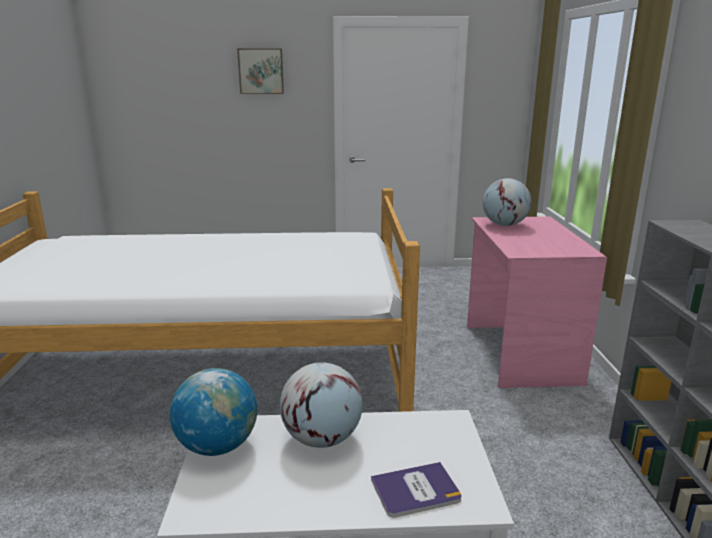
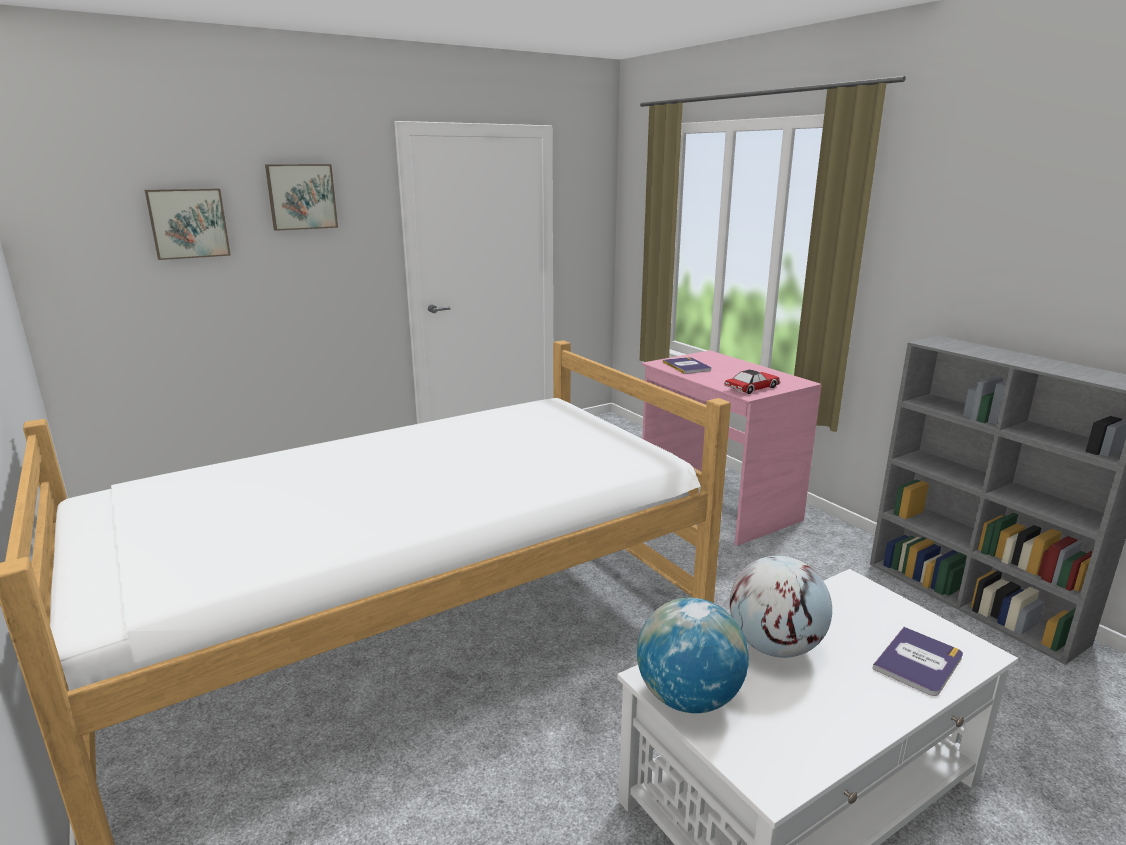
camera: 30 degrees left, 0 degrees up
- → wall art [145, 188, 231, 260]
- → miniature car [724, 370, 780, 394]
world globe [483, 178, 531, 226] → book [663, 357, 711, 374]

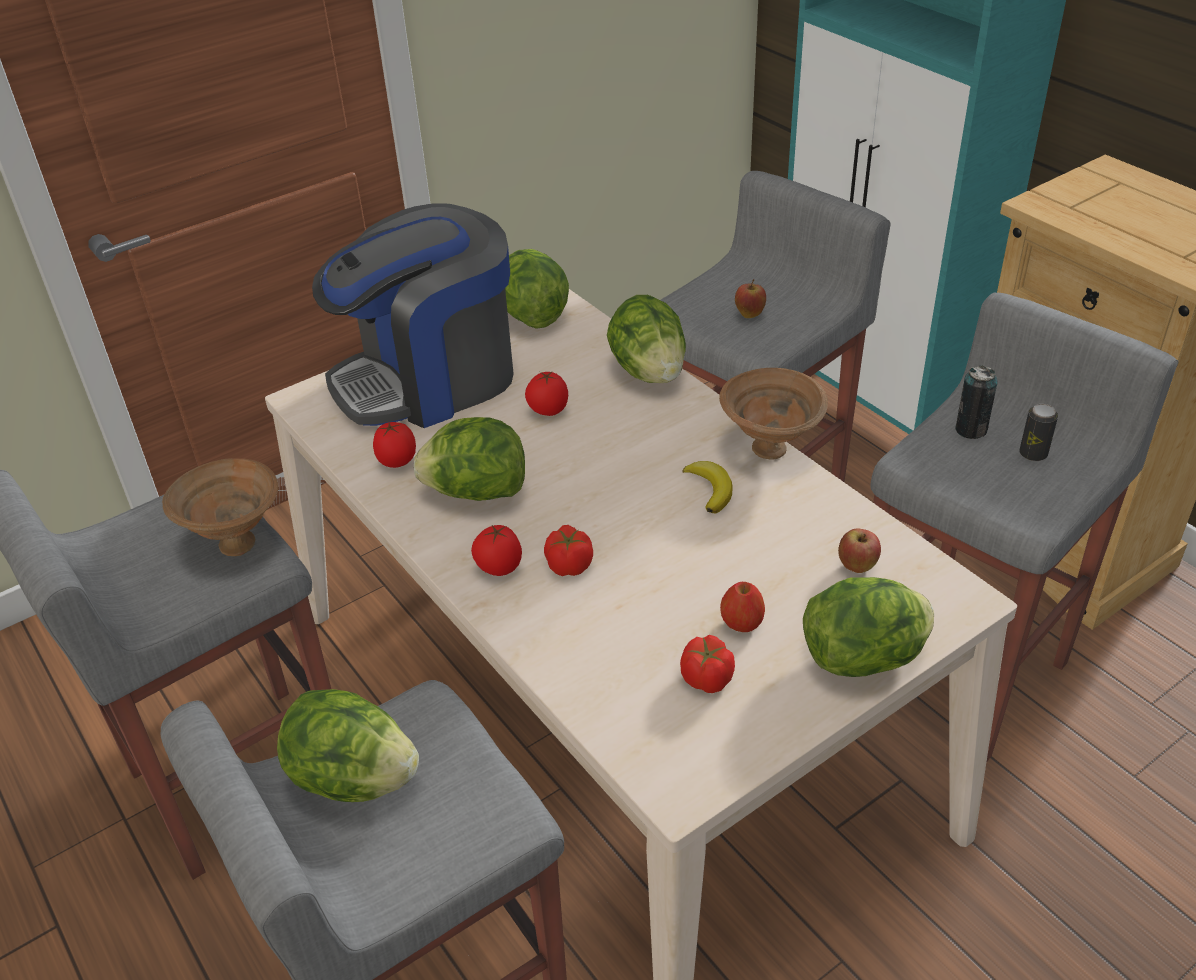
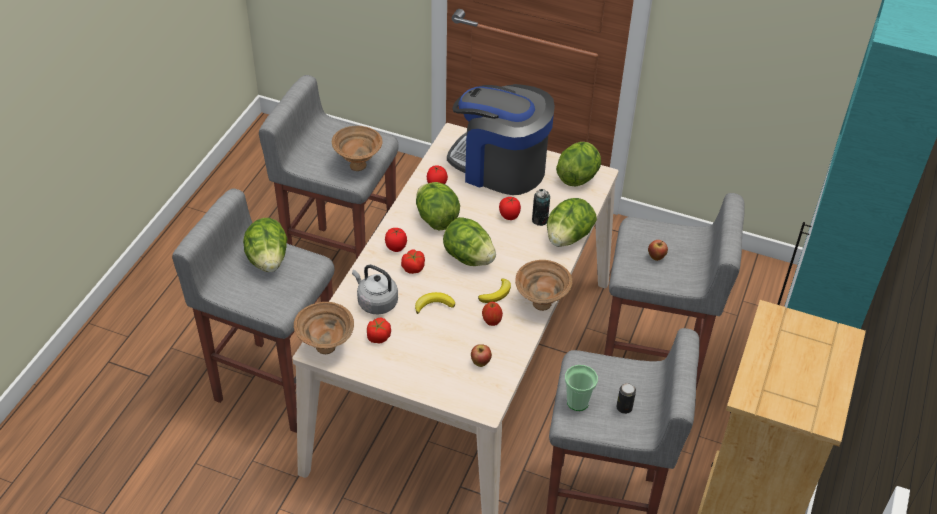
camera: 55 degrees right, 5 degrees up
- → brown-coloured bowl [294, 302, 354, 354]
- → greyish tea kettle [352, 265, 398, 315]
- → banana [415, 292, 455, 314]
- → cup [565, 365, 598, 411]
whole apple [720, 582, 765, 632] → whole apple [482, 302, 503, 326], move
lettuce [803, 577, 934, 677] → lettuce [443, 217, 496, 266], move
sealed can [955, 365, 998, 439] → sealed can [532, 189, 550, 226], move

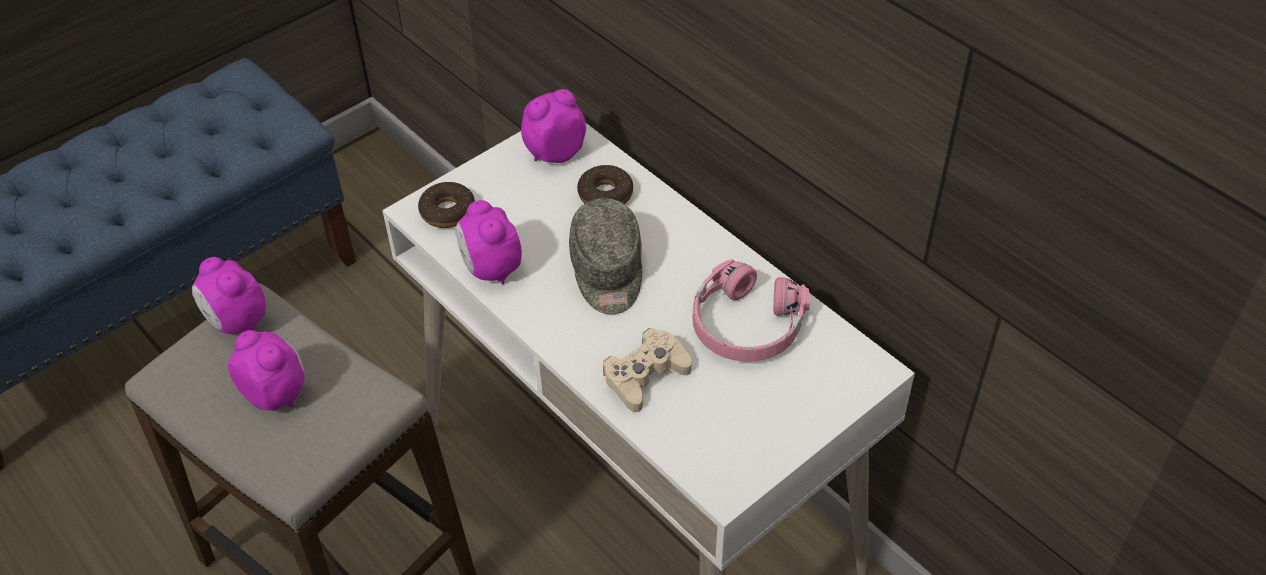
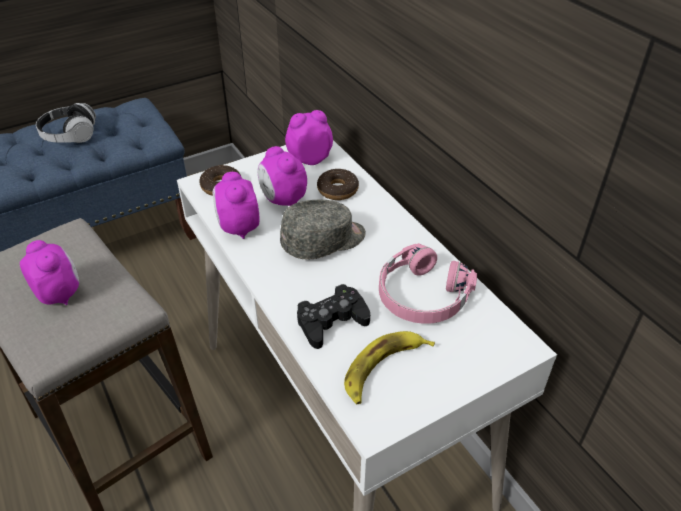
camera: 10 degrees right, 5 degrees down
- → headset [36, 103, 96, 143]
- → banana [344, 331, 435, 405]
alarm clock [192, 257, 266, 334] → alarm clock [258, 146, 307, 206], move
beige game controller [603, 328, 692, 412] → black game controller [297, 284, 370, 349]
greyish baseball cap [569, 198, 642, 314] → greyish baseball cap [280, 200, 366, 260], 120 degrees counterclockwise

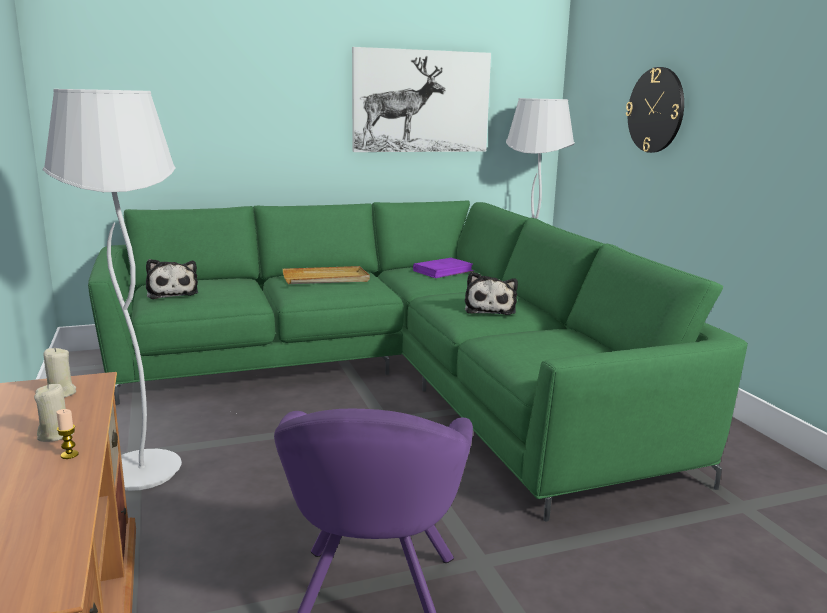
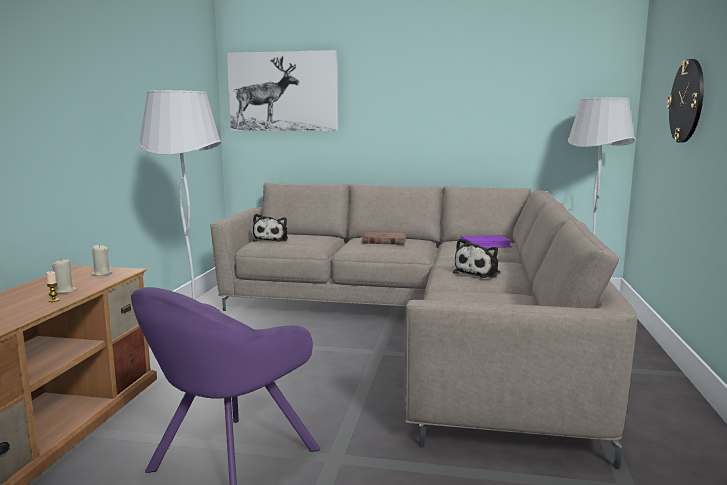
camera: 30 degrees right, 5 degrees down
wall art [352, 47, 491, 152] → wall art [227, 50, 338, 131], move
beige tray [283, 266, 370, 284] → brown-coloured book [362, 232, 407, 245]
green settee [88, 201, 748, 522] → beige settee [210, 182, 637, 469]

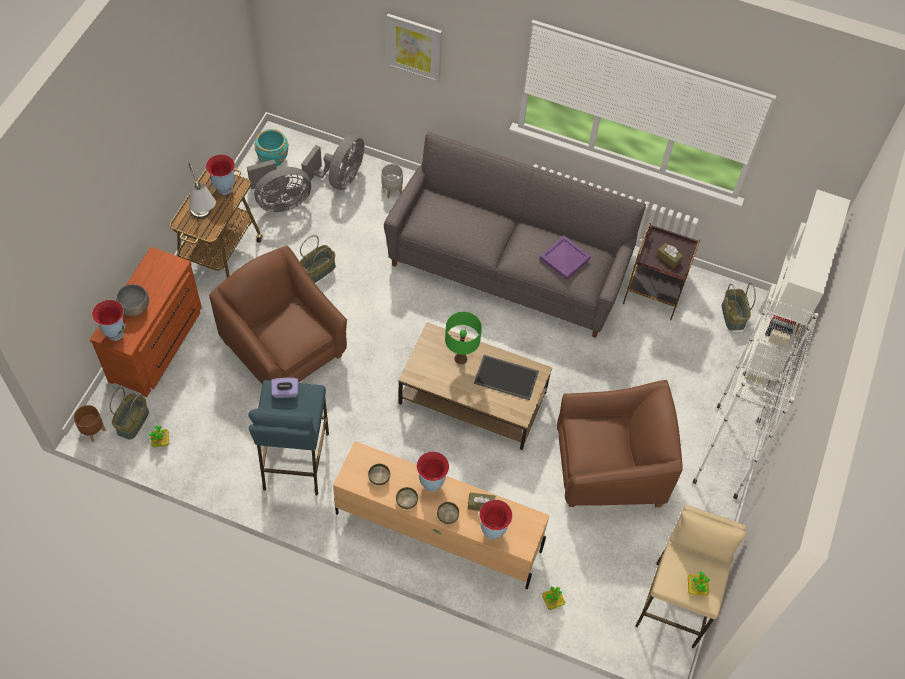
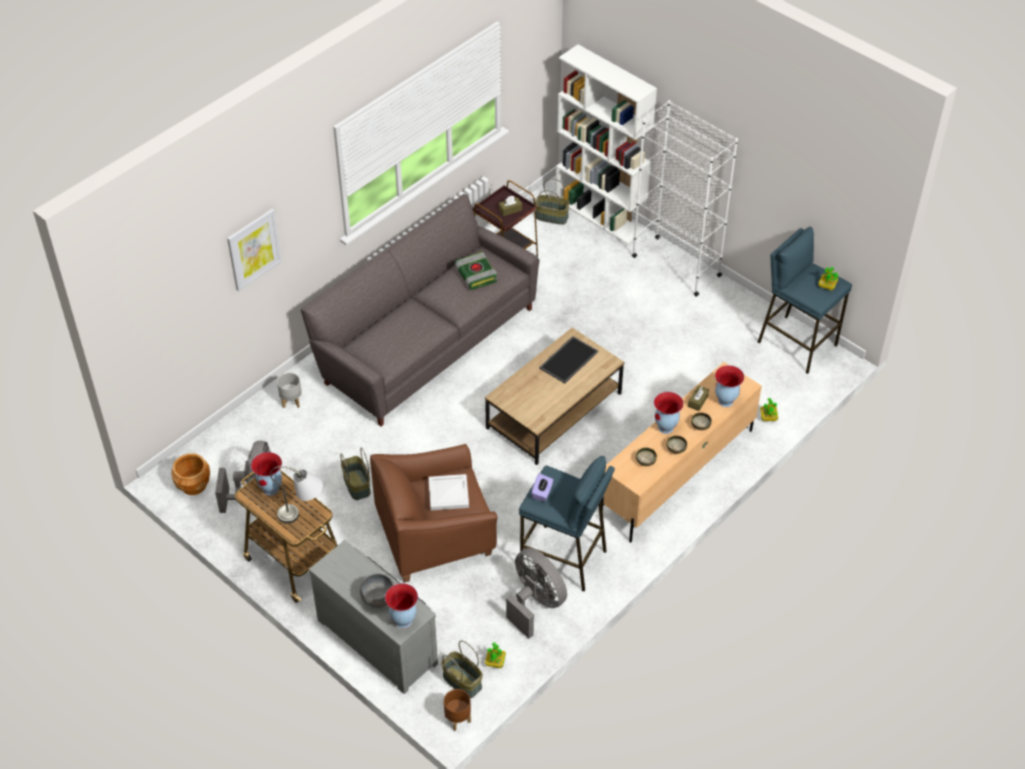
camera: 65 degrees left, 10 degrees down
green lamp for a table [445, 312, 482, 365] → -
brown-coloured easy chair [557, 380, 683, 507] → -
- → white-coloured tray [428, 474, 469, 510]
greyish electric fan [301, 135, 364, 190] → greyish electric fan [506, 548, 567, 639], move
purplish tray [540, 236, 591, 280] → book [455, 252, 497, 290]
brown-coloured drawer chest [90, 247, 202, 397] → greyish drawer chest [309, 540, 438, 694]
turquoise planter [255, 129, 288, 166] → brown-coloured planter [171, 453, 210, 495]
beige stool [635, 504, 747, 648] → blue-coloured stool [758, 227, 852, 374]

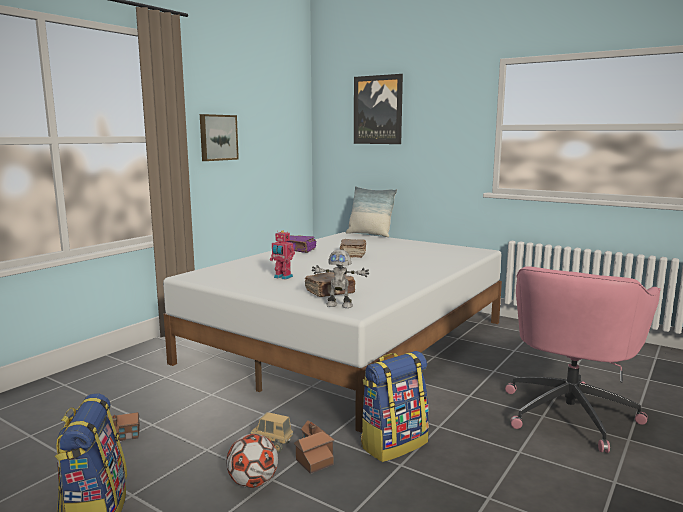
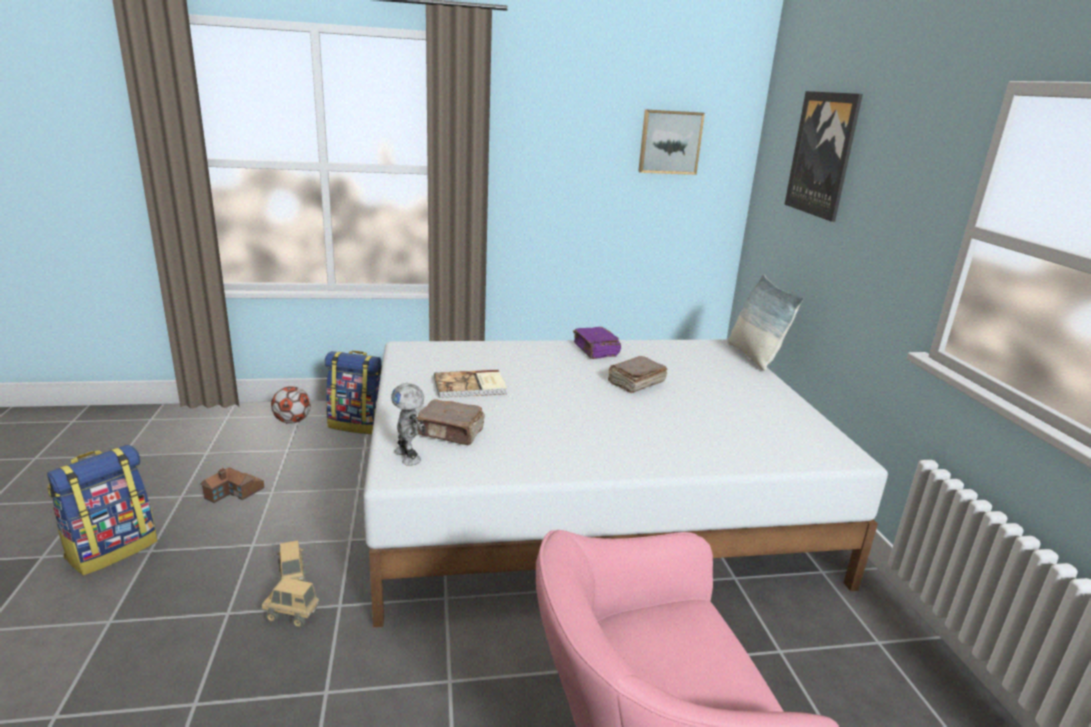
camera: 45 degrees right, 10 degrees up
wall art [200, 114, 239, 161] → wall art [638, 110, 705, 175], move
football ball [226, 434, 278, 488] → football ball [271, 386, 311, 424], move
backpack [361, 351, 429, 462] → backpack [325, 351, 382, 434], move
robot figure [270, 230, 295, 280] → book [434, 370, 507, 398]
miniature house [294, 420, 334, 474] → toy lorry [261, 577, 320, 628]

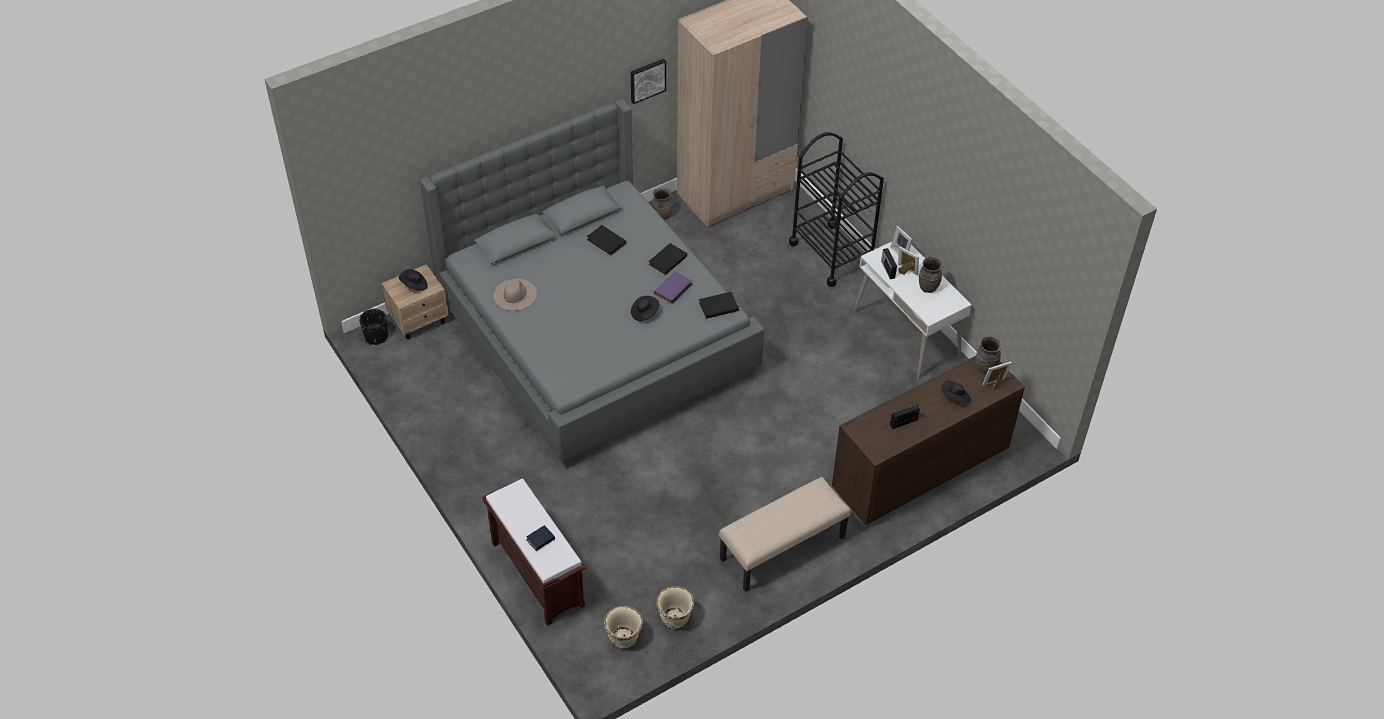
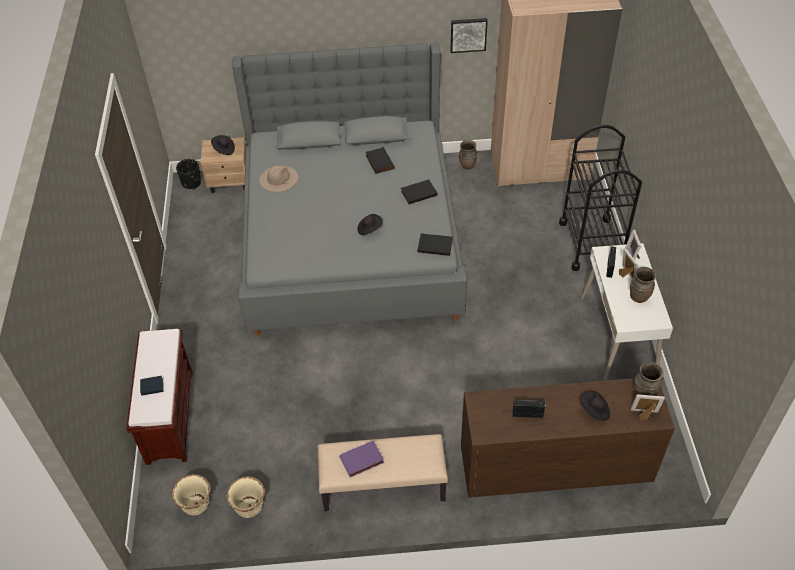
camera: 30 degrees right, 0 degrees up
purplish book [654, 271, 693, 304] → purplish book [339, 440, 384, 477], move

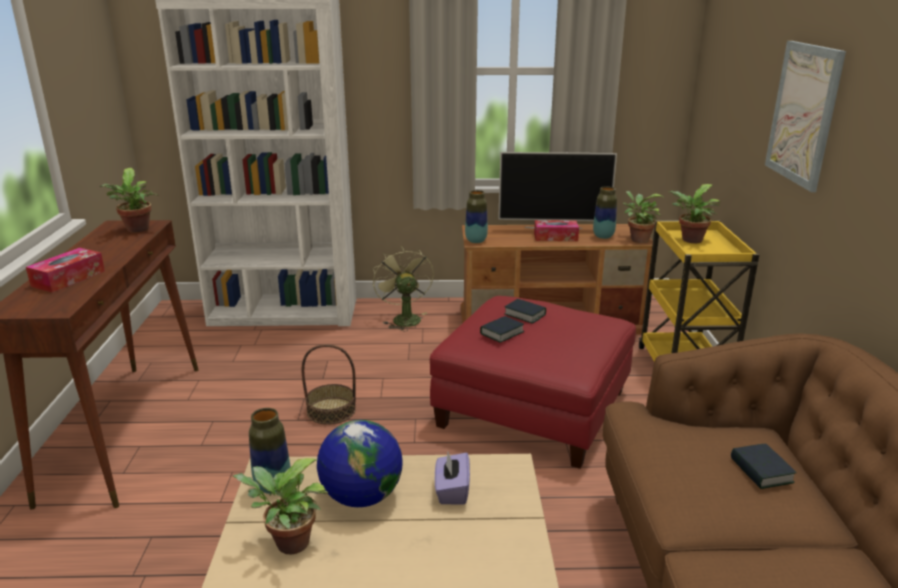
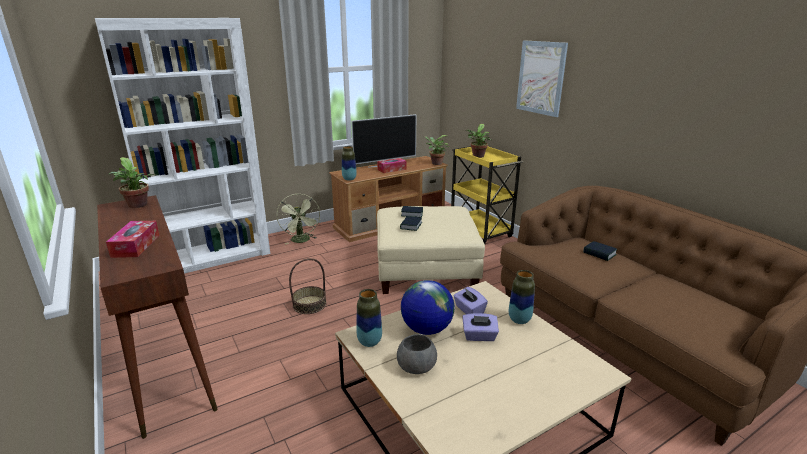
camera: 30 degrees left, 0 degrees up
- → purplish tissue box [462, 313, 499, 341]
vase [593, 186, 617, 239] → vase [509, 270, 535, 324], move
potted plant [233, 458, 328, 554] → greyish bowl [397, 334, 437, 374]
red pouffe [430, 296, 636, 469] → beige pouffe [377, 206, 485, 294]
green electric fan [373, 249, 434, 331] → green electric fan [277, 194, 320, 244], 150 degrees counterclockwise

